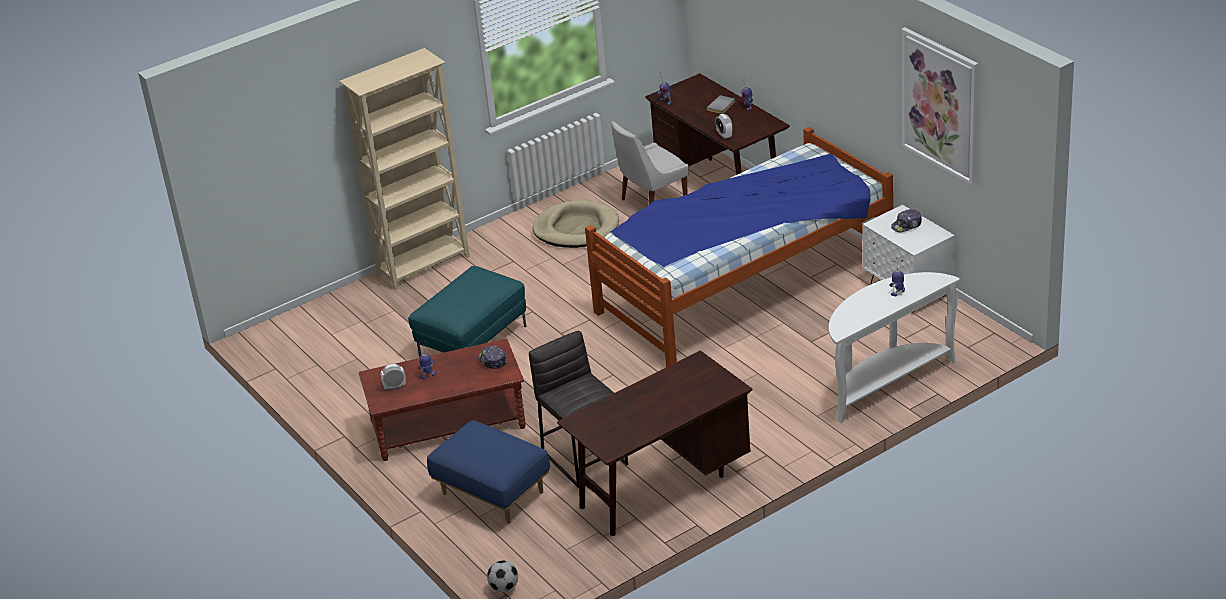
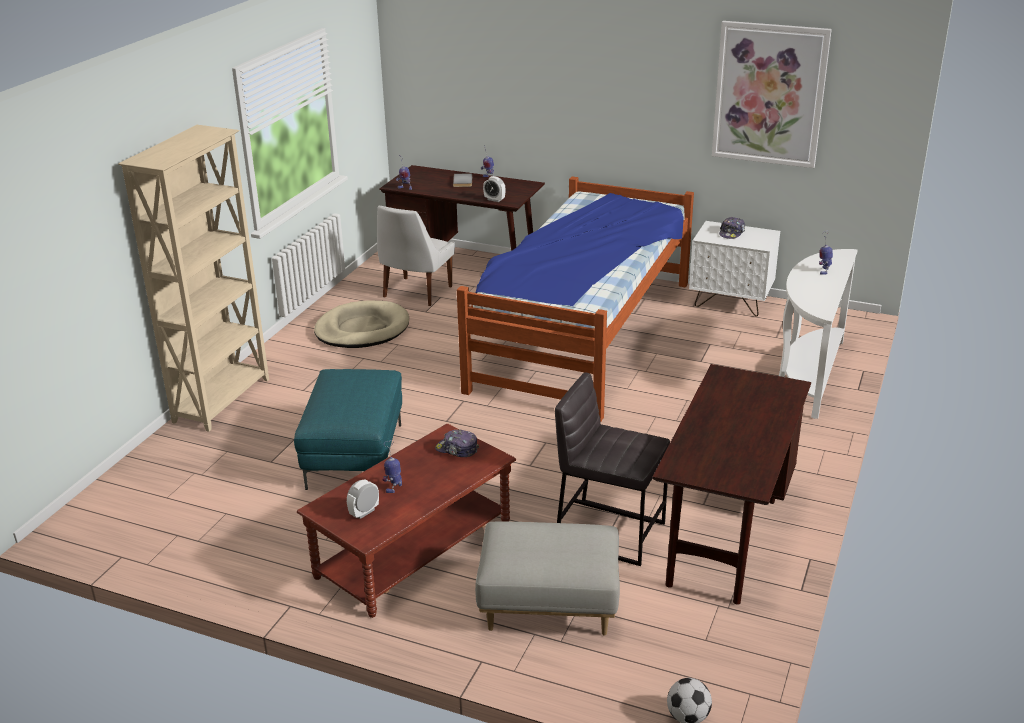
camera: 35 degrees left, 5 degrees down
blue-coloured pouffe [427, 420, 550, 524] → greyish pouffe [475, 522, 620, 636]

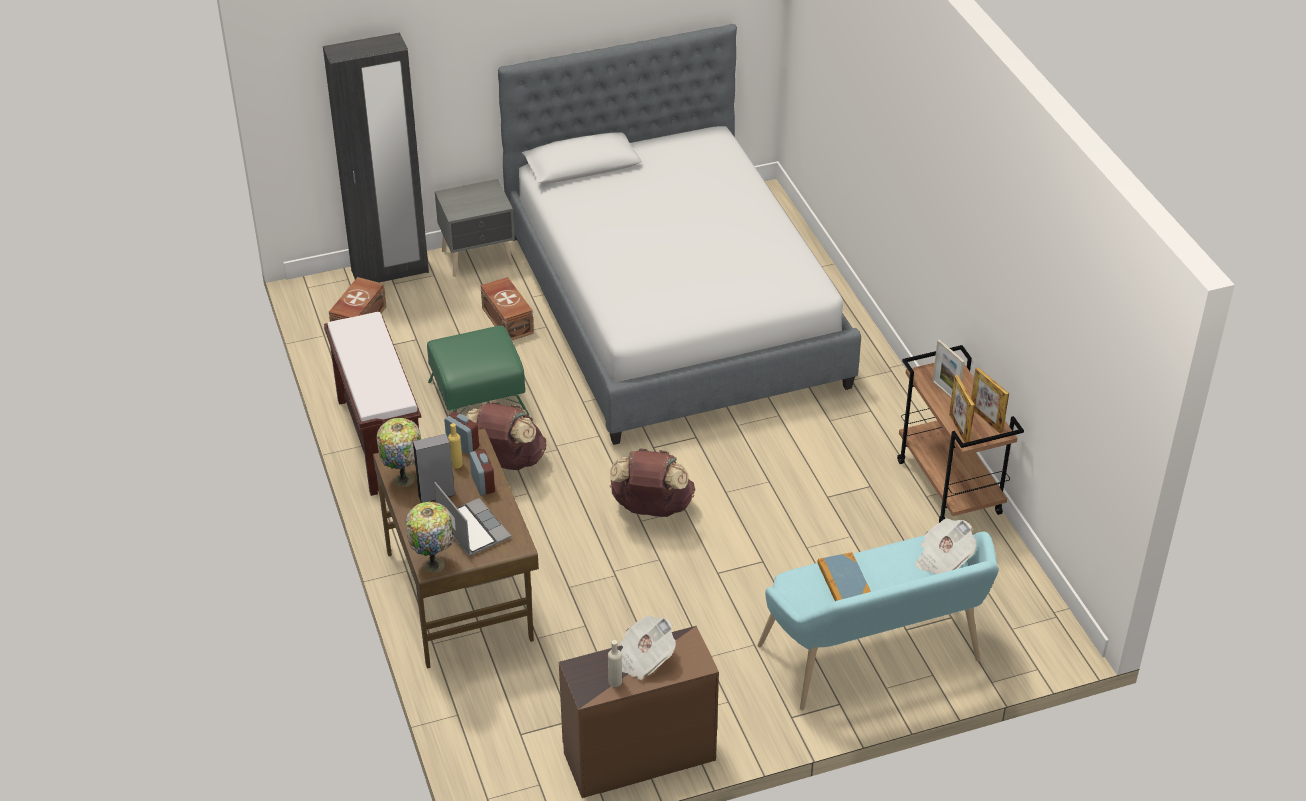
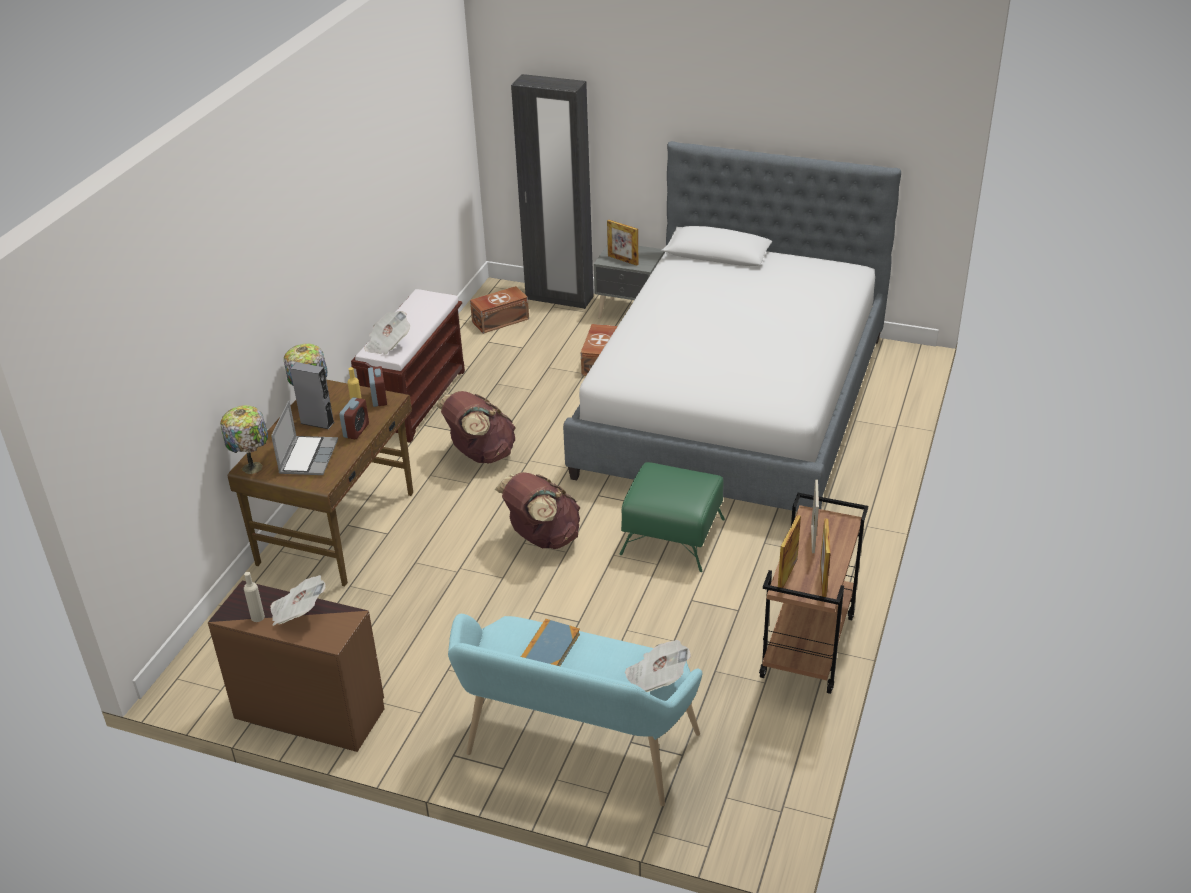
camera: 40 degrees right, 5 degrees down
- → daily paper [364, 311, 410, 355]
- → standing frame [607, 220, 639, 266]
green pouffe [427, 325, 529, 416] → green pouffe [619, 462, 725, 572], move

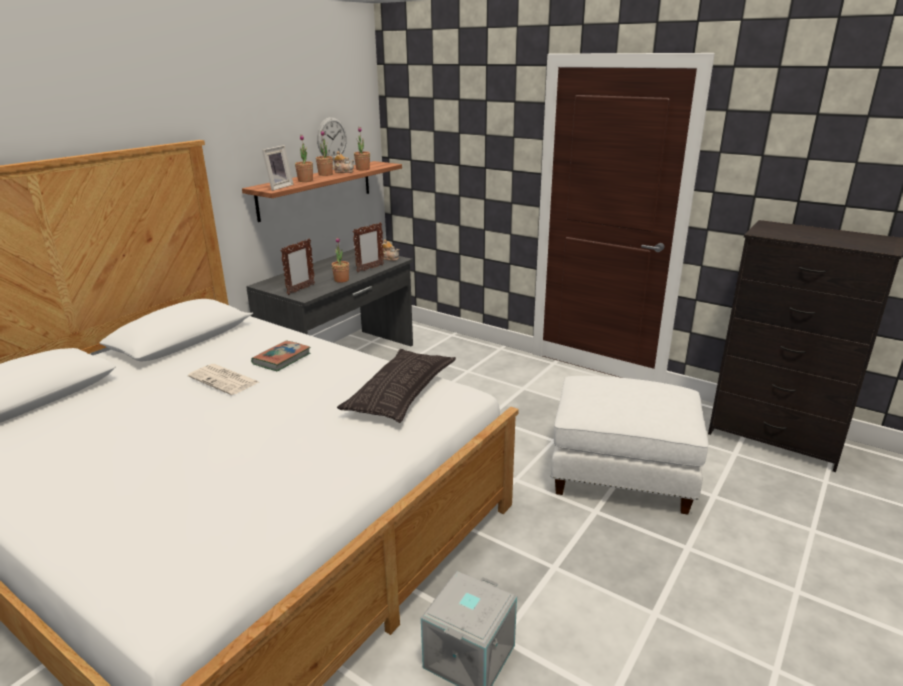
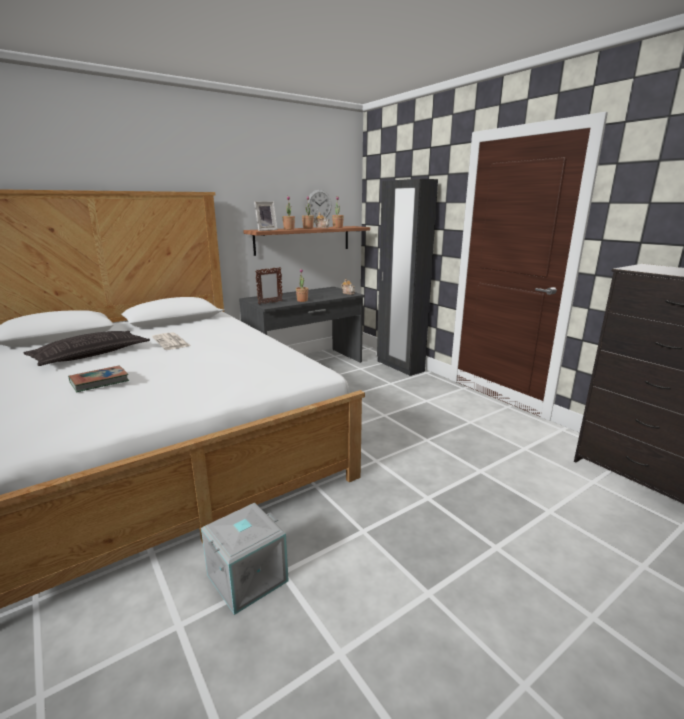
camera: 20 degrees right, 5 degrees down
standing frame [353, 222, 384, 273] → -
white-coloured pouffe [551, 376, 708, 515] → -
- → black armoire [377, 179, 438, 376]
book [251, 340, 310, 371] → book [68, 365, 129, 392], move
pillow [337, 349, 456, 423] → pillow [24, 331, 150, 366], move

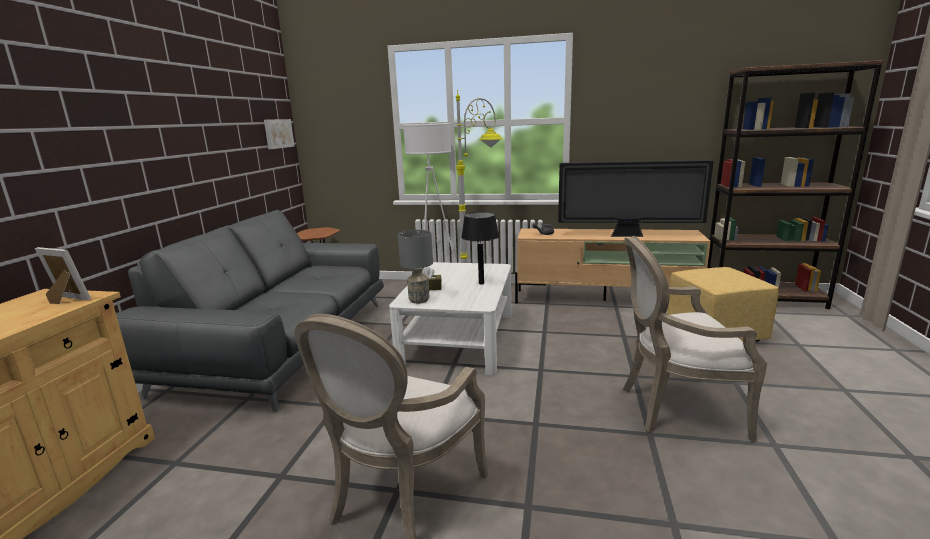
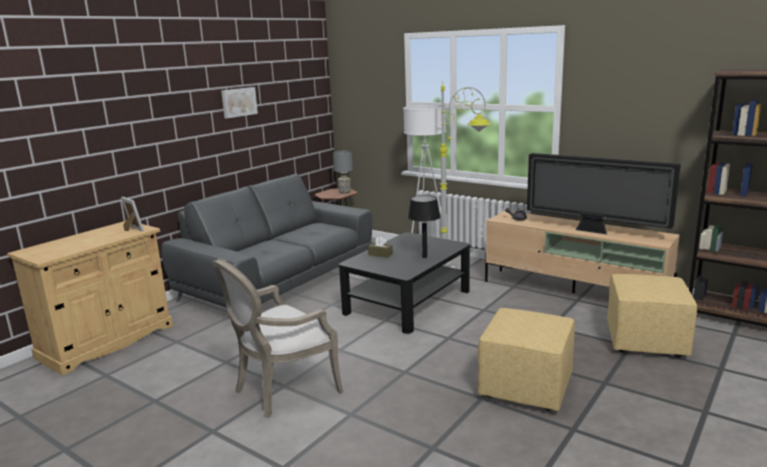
camera: 25 degrees right, 0 degrees up
wall art [264, 119, 295, 149] → wall art [221, 87, 258, 118], move
greyish lamp for a table [398, 230, 433, 304] → greyish lamp for a table [333, 151, 353, 194], move
easy chair [623, 236, 767, 442] → yellow pouffe [478, 308, 575, 411]
white-coloured coffee table [389, 262, 511, 375] → black coffee table [339, 232, 470, 334]

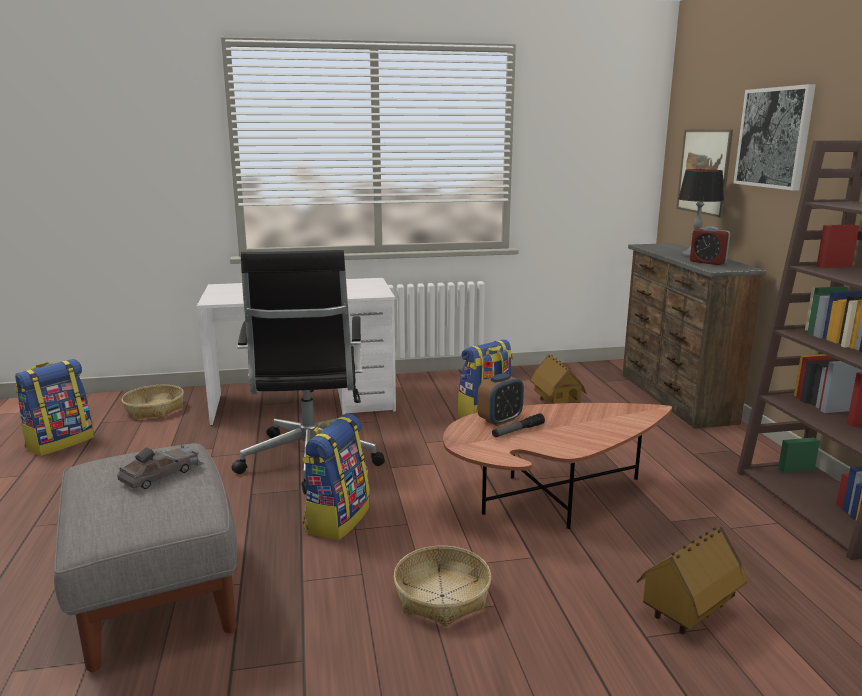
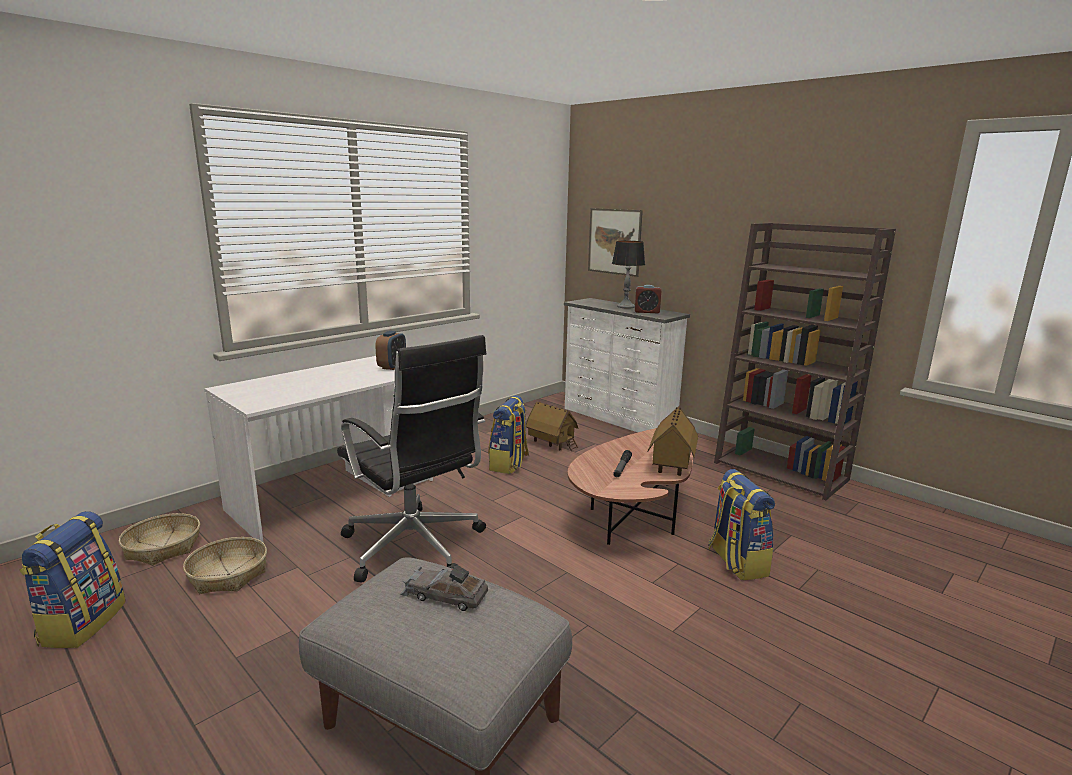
camera: 35 degrees left, 0 degrees up
wall art [734, 84, 816, 190] → -
backpack [302, 414, 370, 540] → backpack [708, 469, 775, 580], move
household basket [393, 546, 491, 626] → household basket [183, 537, 267, 594], move
alarm clock [477, 373, 524, 426] → alarm clock [375, 331, 406, 370], move
miniature house [637, 526, 747, 634] → miniature house [647, 406, 698, 476], move
brown-coloured drawer chest [622, 243, 766, 429] → white-coloured drawer chest [564, 298, 690, 432]
greyish miniature car [117, 445, 204, 489] → greyish miniature car [400, 565, 488, 611], 75 degrees counterclockwise

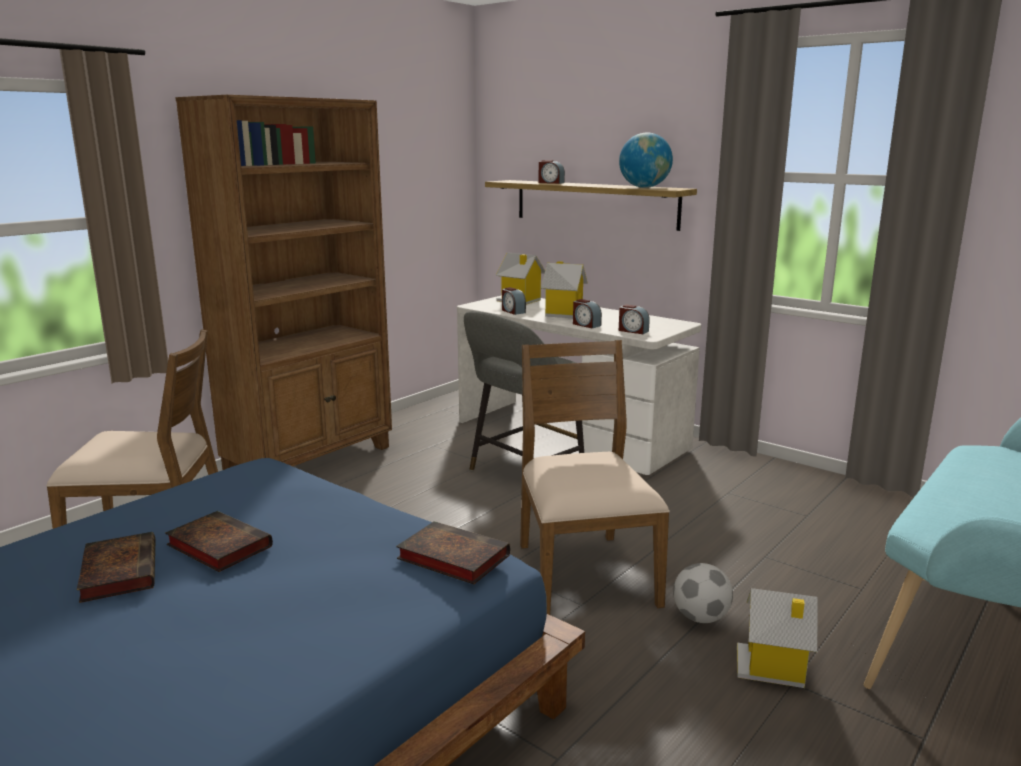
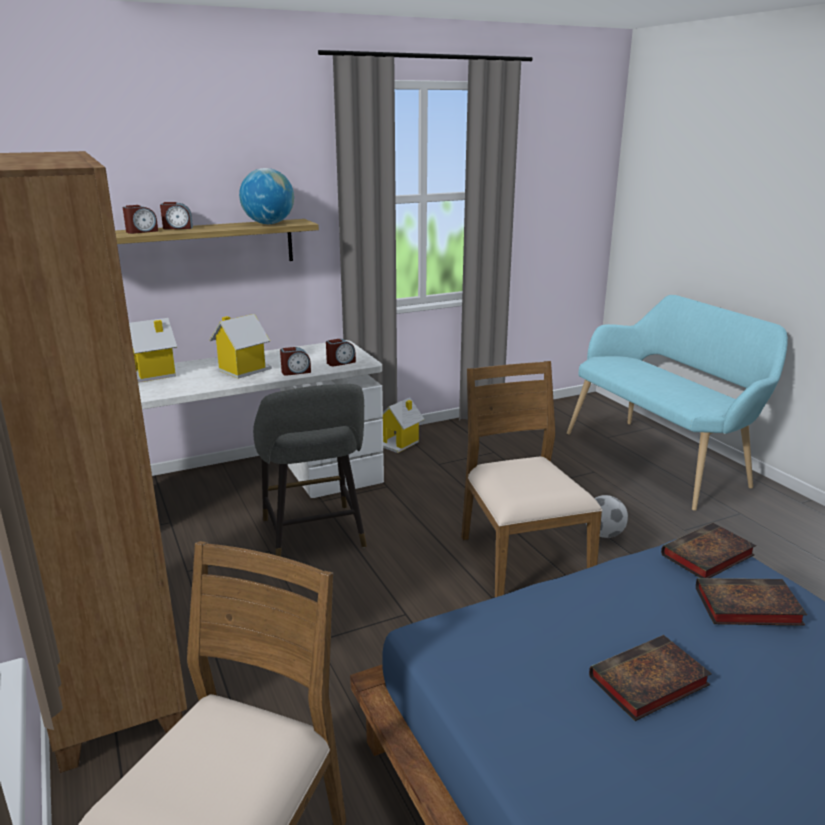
camera: 65 degrees left, 5 degrees up
book [77, 532, 156, 603] → book [696, 578, 807, 626], move
alarm clock [502, 287, 526, 315] → alarm clock [160, 202, 193, 229], move
miniature house [737, 588, 818, 688] → miniature house [383, 398, 425, 453], move
brown-coloured upright chair [520, 340, 670, 615] → brown-coloured upright chair [461, 361, 602, 597], 60 degrees clockwise

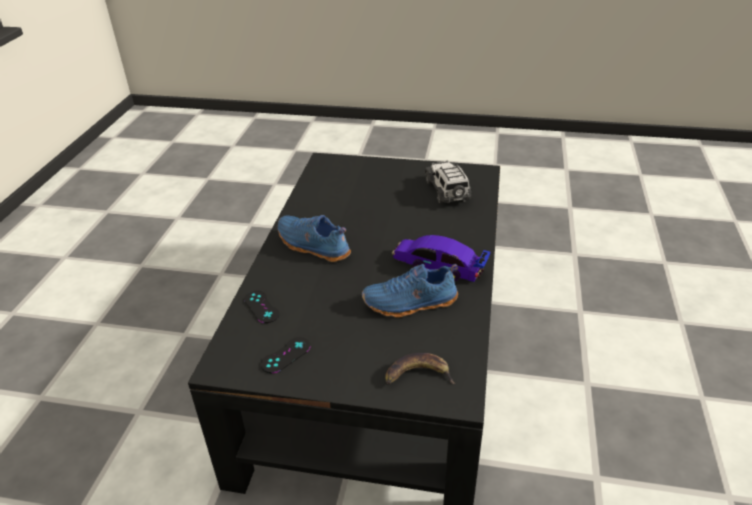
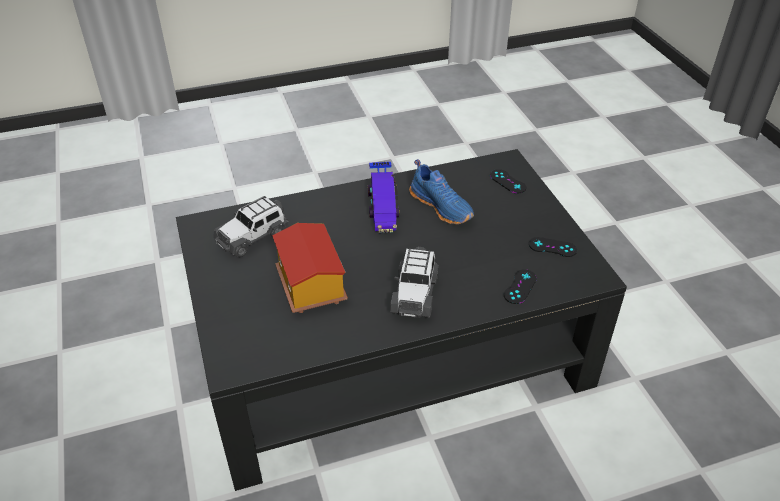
camera: 120 degrees left, 5 degrees up
- → miniature house [272, 223, 348, 313]
blue-coloured shoe [278, 215, 351, 262] → miniature car [390, 247, 439, 318]
banana [385, 353, 455, 384] → black game controller [490, 169, 526, 194]

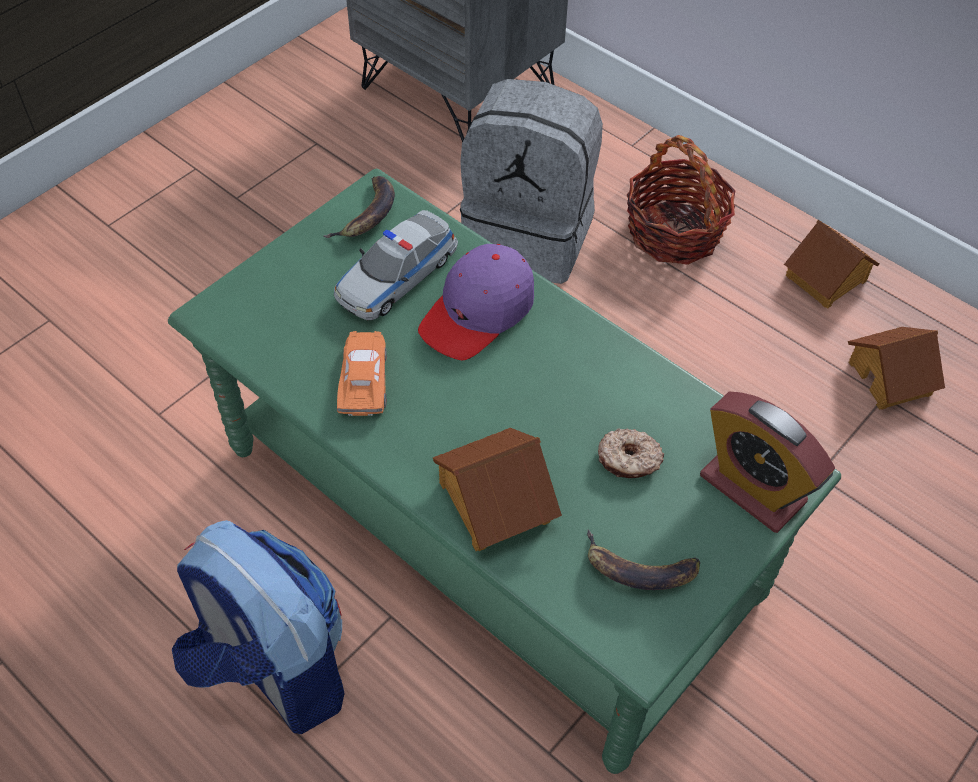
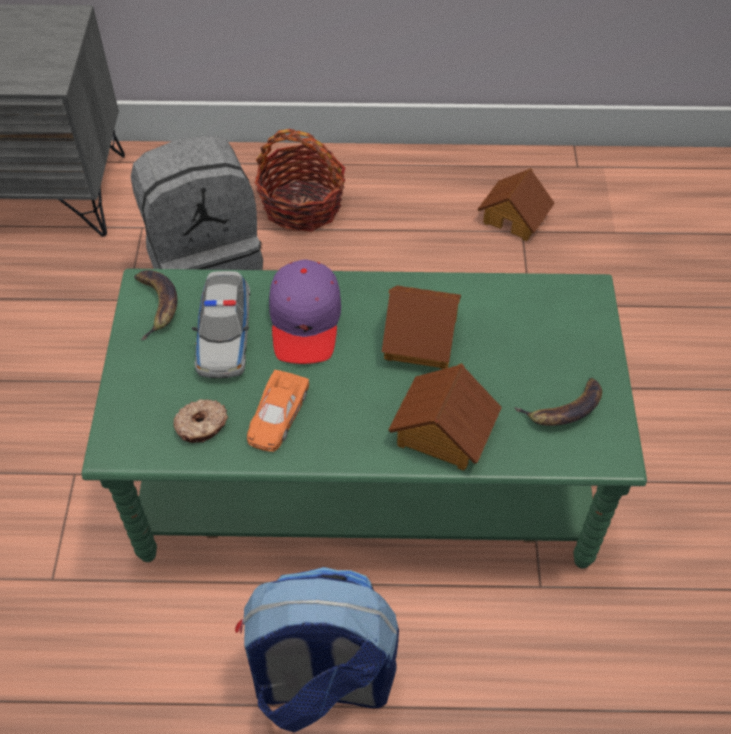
camera: 40 degrees left, 0 degrees up
alarm clock [700, 392, 835, 533] → -
ring doughnut [598, 428, 664, 478] → ring doughnut [174, 399, 228, 443], move
miniature house [784, 220, 879, 309] → miniature house [382, 285, 461, 369], move
orange-coloured miniature car [337, 331, 386, 416] → orange-coloured miniature car [247, 370, 309, 452], 120 degrees counterclockwise

